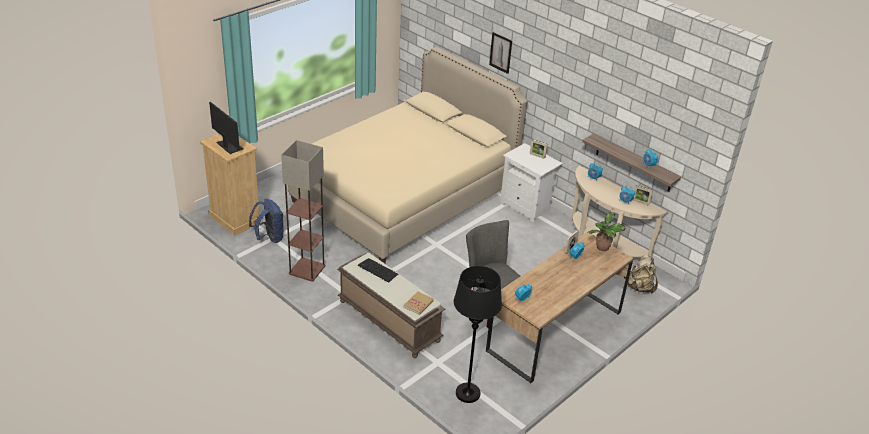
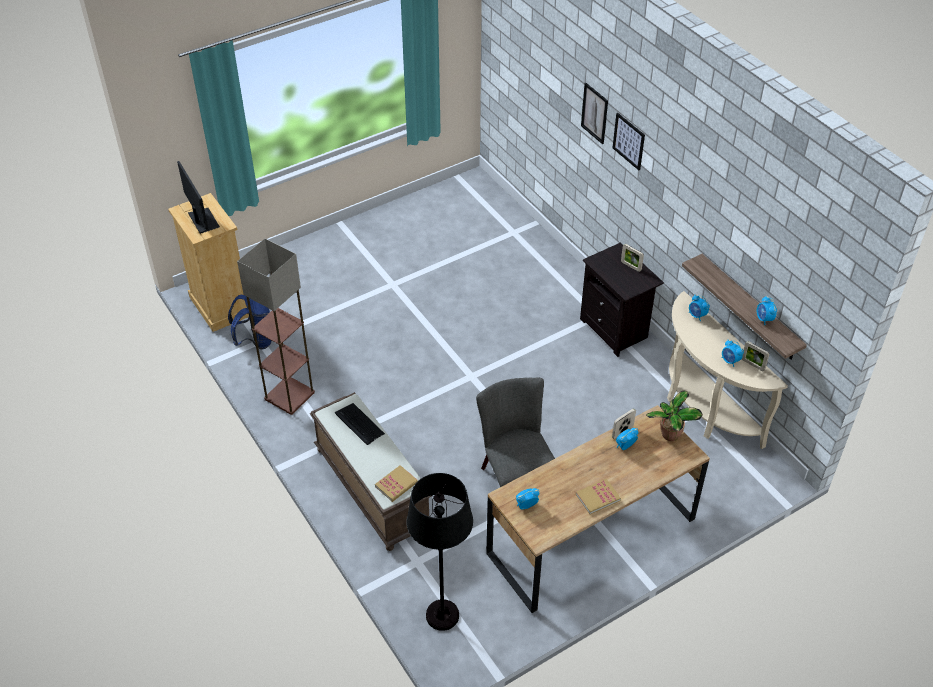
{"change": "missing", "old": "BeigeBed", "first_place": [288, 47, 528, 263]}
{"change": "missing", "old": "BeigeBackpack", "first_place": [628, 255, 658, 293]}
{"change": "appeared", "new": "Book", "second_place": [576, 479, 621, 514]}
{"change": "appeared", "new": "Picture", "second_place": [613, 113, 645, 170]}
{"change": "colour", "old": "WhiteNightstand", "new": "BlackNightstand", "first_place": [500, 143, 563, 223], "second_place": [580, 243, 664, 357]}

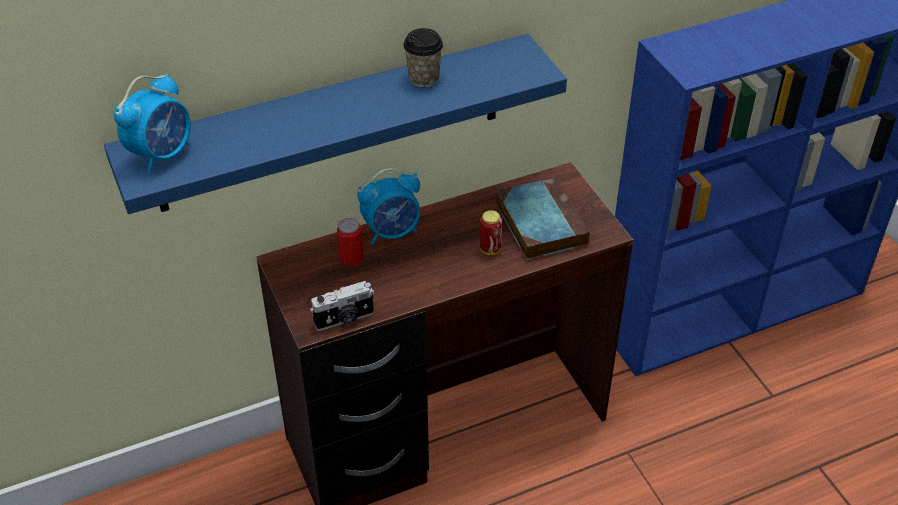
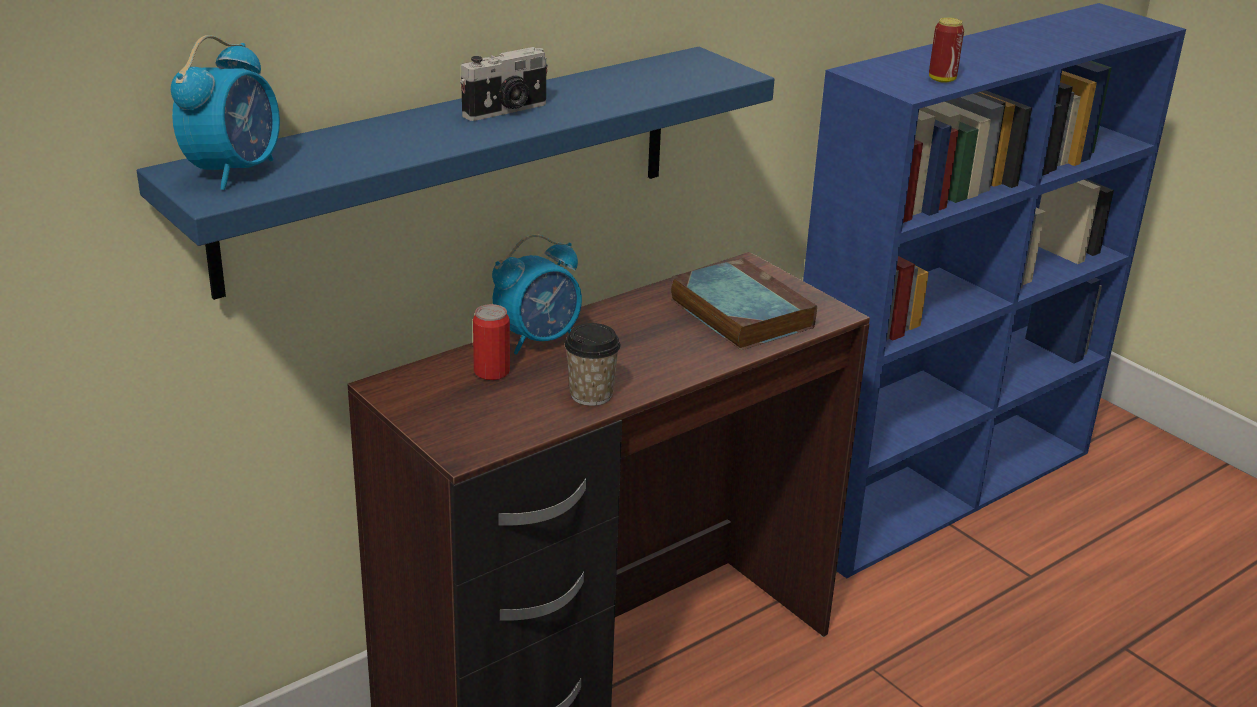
{"change": "relocated", "old": "PhotoCamera", "first_place": [310, 281, 375, 331], "second_place": [460, 47, 548, 121]}
{"change": "relocated", "old": "Cup", "first_place": [403, 28, 443, 87], "second_place": [565, 323, 621, 406]}
{"change": "relocated", "old": "Can", "first_place": [480, 210, 502, 255], "second_place": [929, 18, 964, 83]}

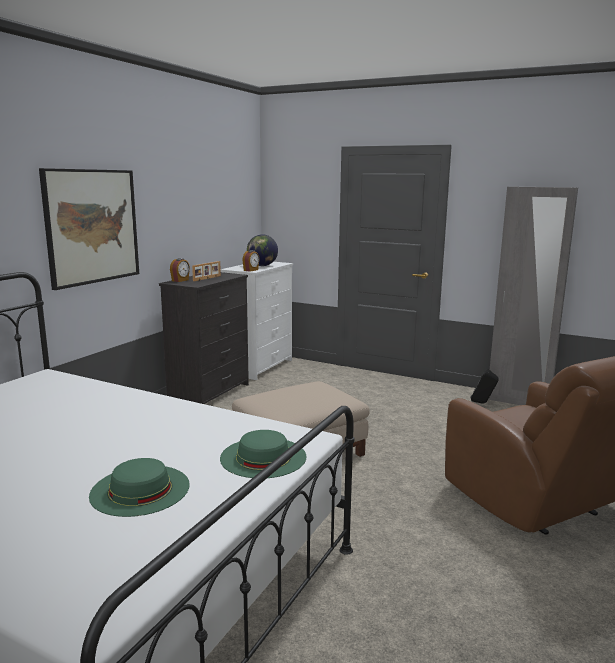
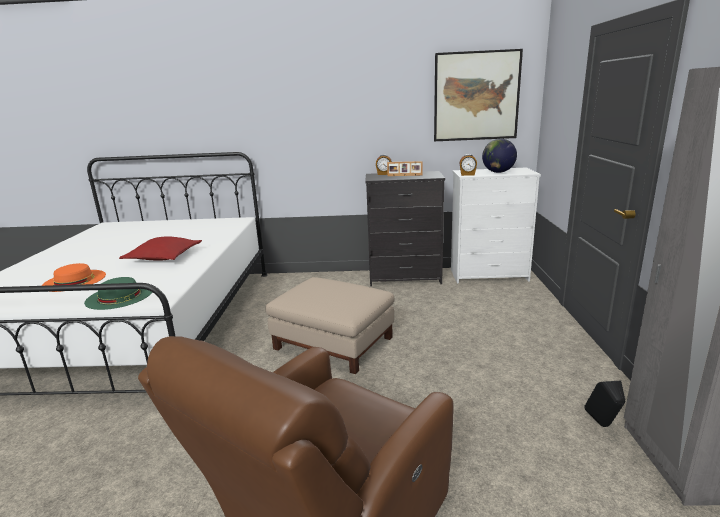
{"change": "appeared", "new": "RedPillow", "second_place": [119, 236, 202, 260]}
{"change": "relocated", "old": "Picture", "first_place": [39, 168, 139, 290], "second_place": [434, 49, 523, 141]}
{"change": "colour", "old": "GreenHat", "new": "OrangeHat", "first_place": [89, 458, 190, 517], "second_place": [42, 263, 106, 292]}

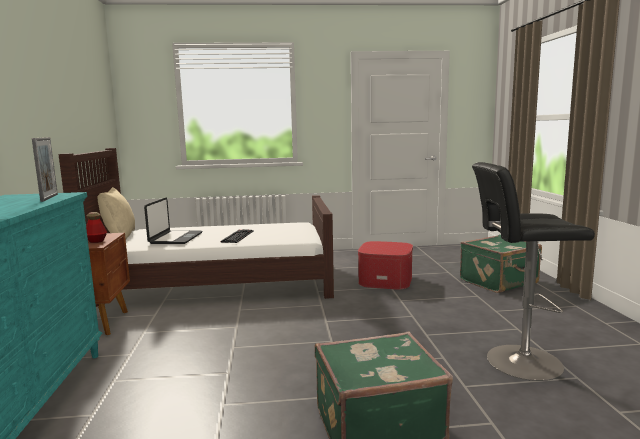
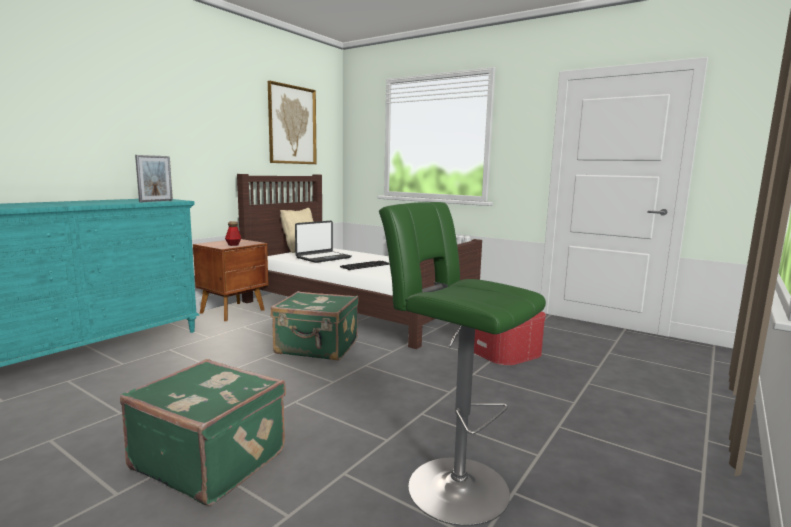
{"change": "appeared", "new": "Picture", "second_place": [268, 81, 317, 164]}
{"change": "relocated", "old": "GreenSuitcase", "first_place": [460, 235, 542, 293], "second_place": [271, 291, 359, 361]}
{"change": "colour", "old": "BlackStool", "new": "GreenStool", "first_place": [472, 162, 595, 381], "second_place": [379, 202, 546, 526]}

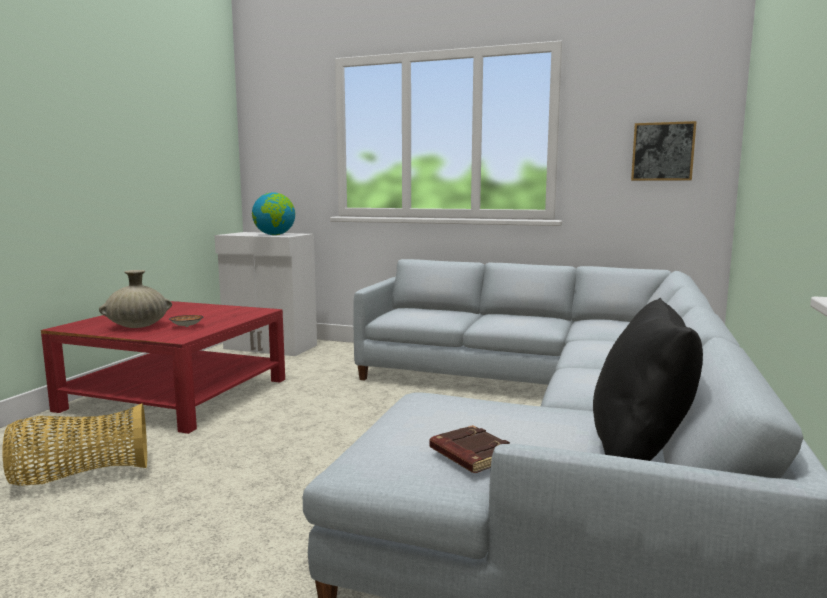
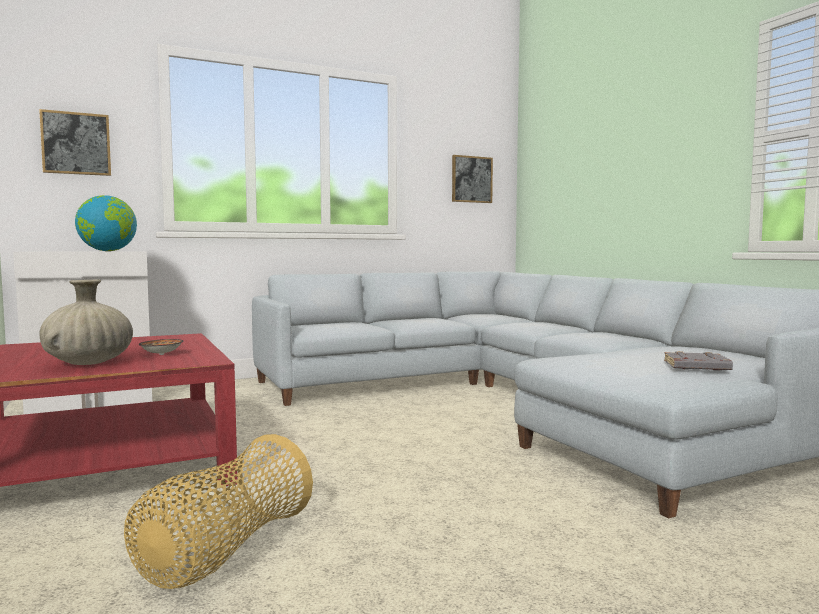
{"change": "missing", "old": "BlackPillow", "first_place": [593, 298, 703, 461]}
{"change": "appeared", "new": "Picture", "second_place": [39, 109, 111, 176]}
{"change": "colour", "old": "BrownBook", "new": "GreyBook", "first_place": [429, 425, 510, 473], "second_place": [664, 351, 733, 371]}

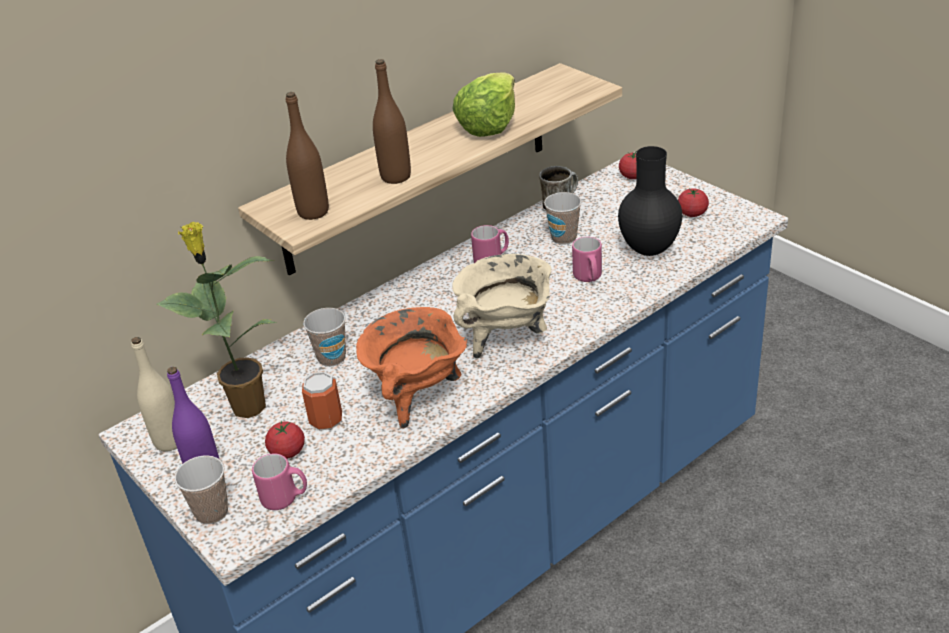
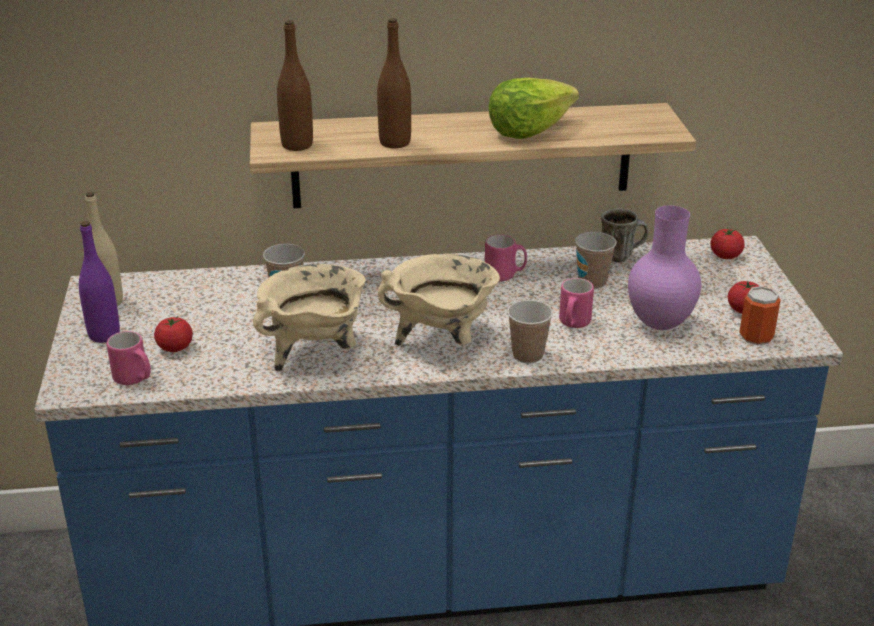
{"change": "missing", "old": "PottedPlant", "first_place": [156, 222, 277, 418]}
{"change": "relocated", "old": "Cup", "first_place": [174, 455, 228, 524], "second_place": [507, 300, 553, 364]}
{"change": "relocated", "old": "Can", "first_place": [302, 371, 342, 430], "second_place": [739, 286, 781, 345]}
{"change": "colour", "old": "OrangeCookingPot", "new": "BeigeCookingPot", "first_place": [356, 307, 467, 428], "second_place": [253, 264, 366, 371]}
{"change": "colour", "old": "BlackVase", "new": "PurpleVase", "first_place": [618, 146, 682, 256], "second_place": [628, 205, 701, 330]}

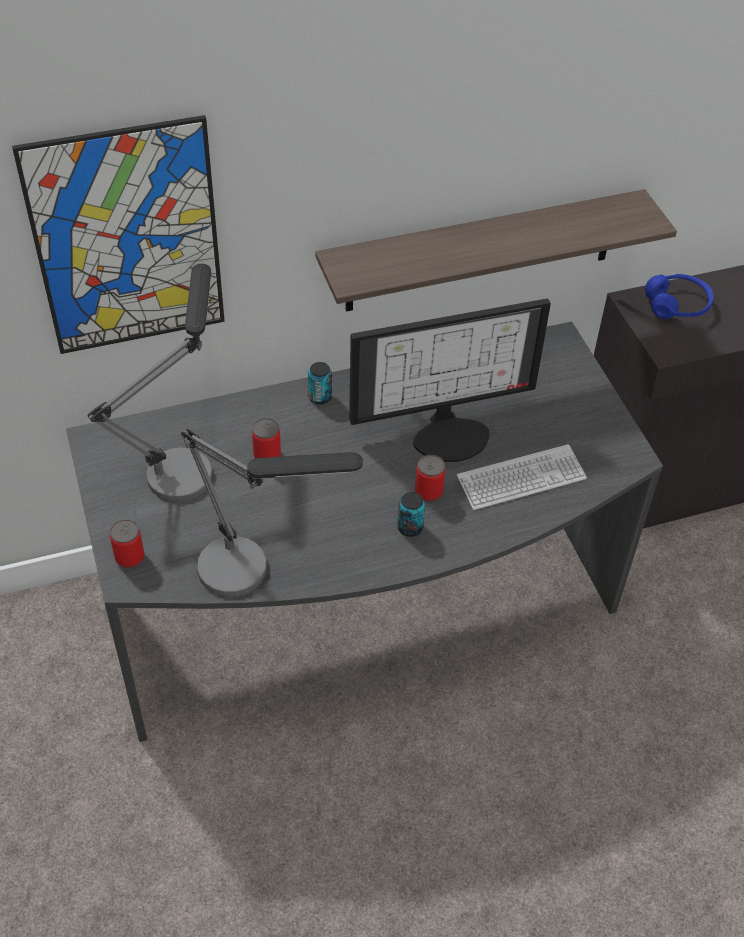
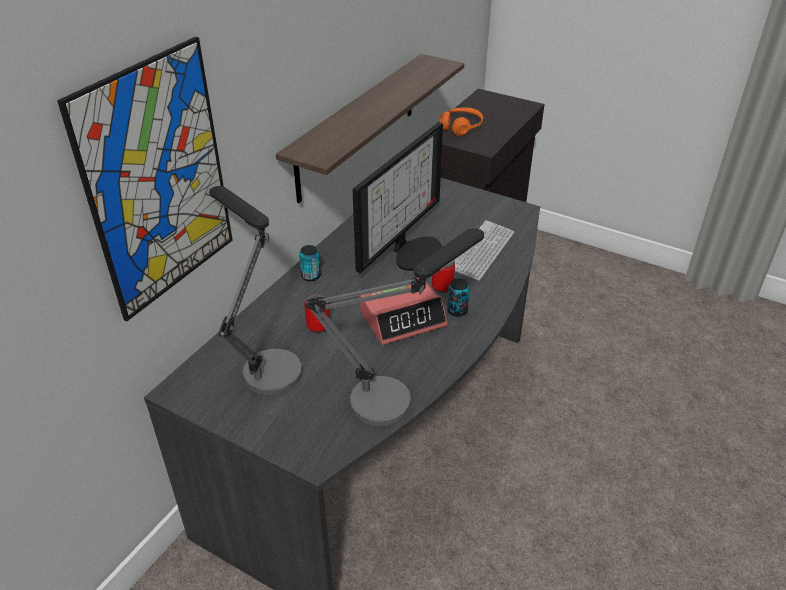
{"change": "missing", "old": "Can", "first_place": [110, 519, 144, 568]}
{"change": "appeared", "new": "AlarmClock", "second_place": [360, 278, 447, 345]}
{"change": "colour", "old": "BlueHeadphones", "new": "OrangeHeadphones", "first_place": [645, 274, 714, 319], "second_place": [439, 107, 483, 136]}

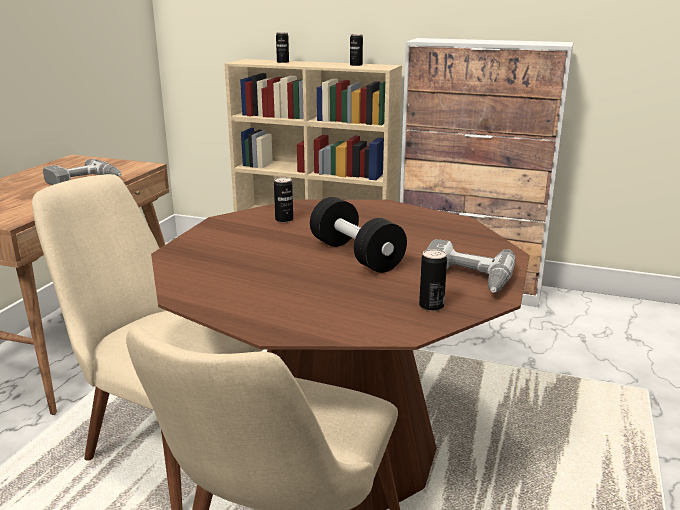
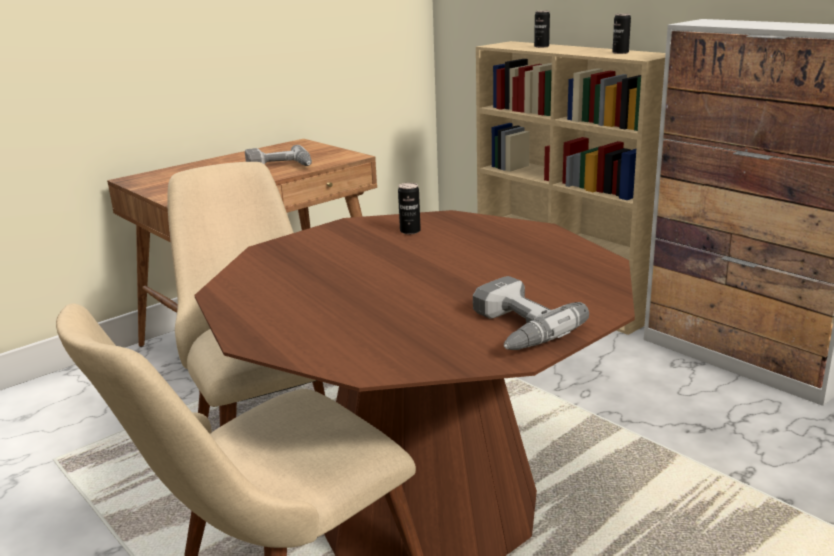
{"change": "missing", "old": "BlackDumbbell", "first_place": [310, 197, 407, 273]}
{"change": "missing", "old": "Can", "first_place": [419, 249, 447, 311]}

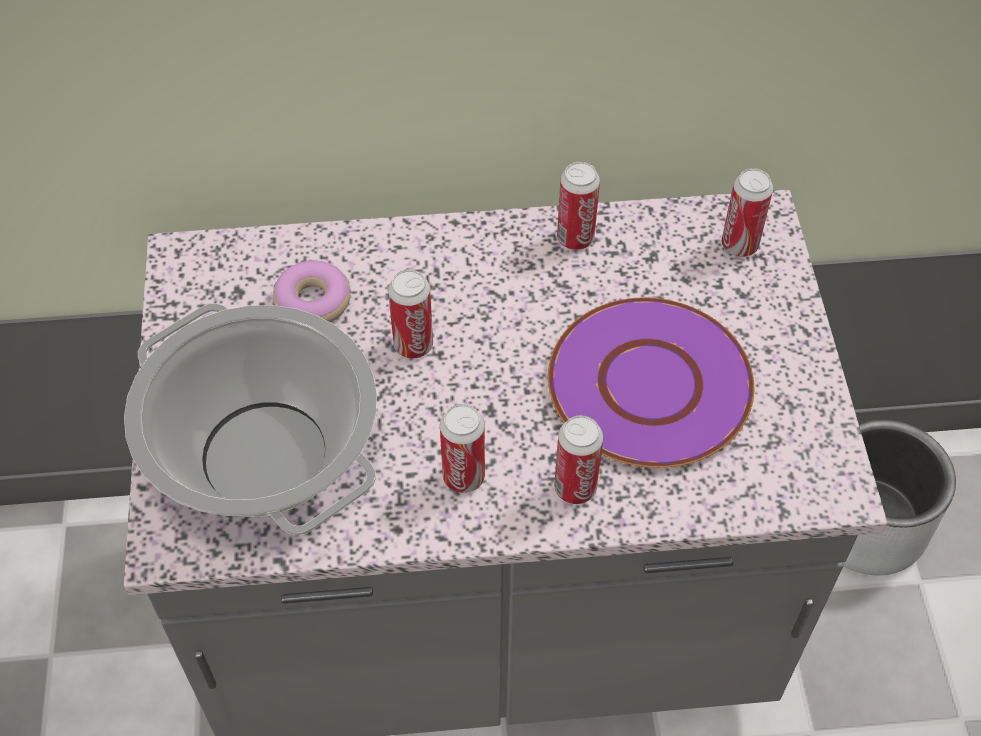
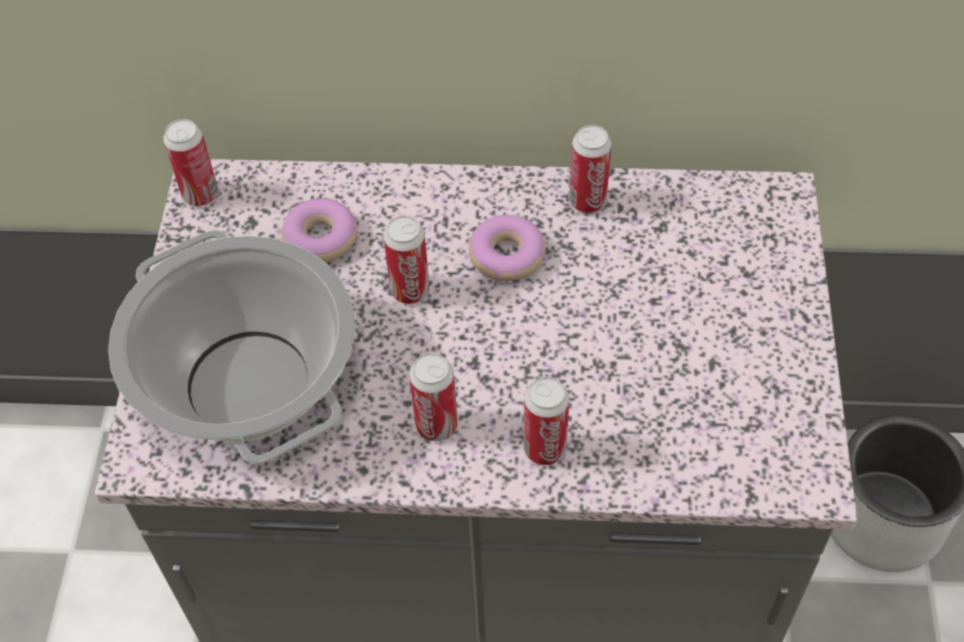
{"change": "missing", "old": "PurplePlate", "first_place": [548, 297, 754, 468]}
{"change": "appeared", "new": "Donut", "second_place": [469, 215, 545, 281]}
{"change": "relocated", "old": "Can", "first_place": [722, 168, 773, 257], "second_place": [163, 119, 218, 206]}

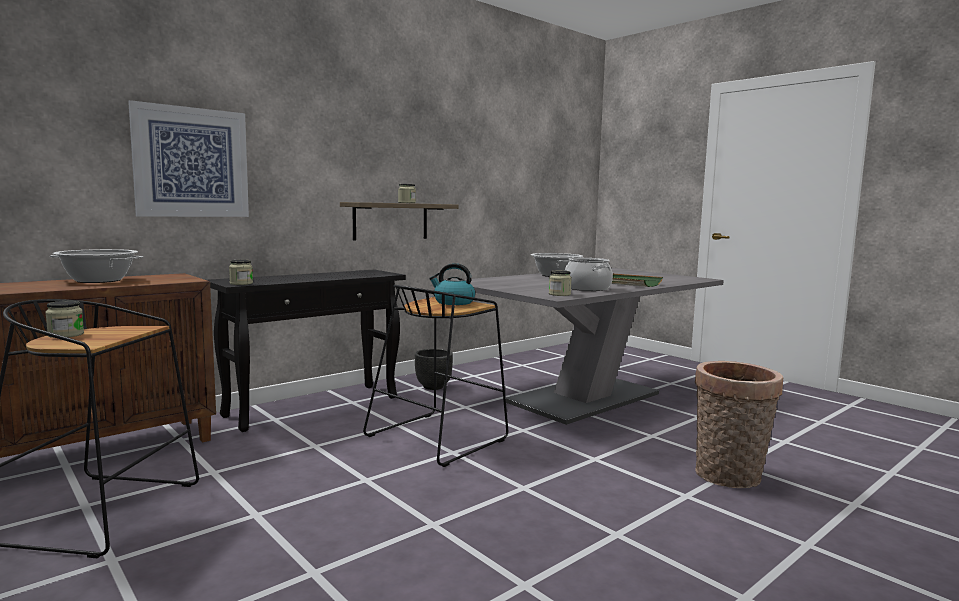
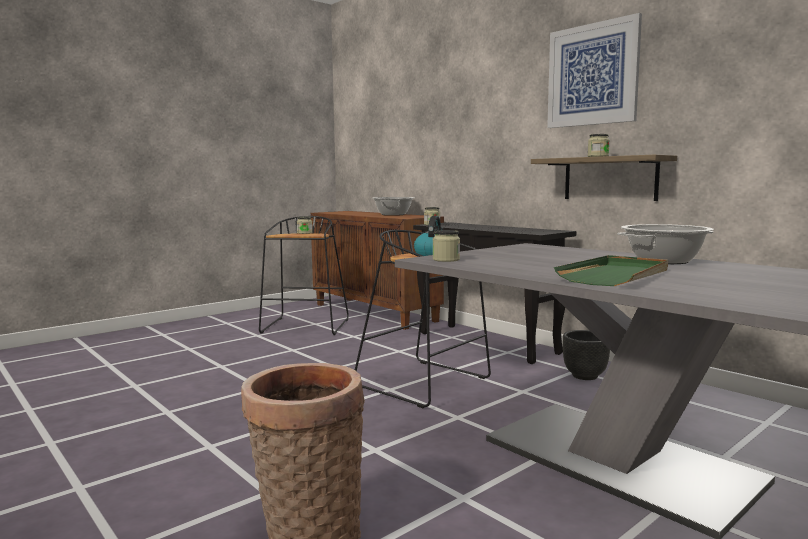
{"change": "missing", "old": "CookingPot", "first_place": [565, 258, 613, 291]}
{"change": "relocated", "old": "Picture", "first_place": [128, 100, 249, 217], "second_place": [547, 13, 642, 128]}

